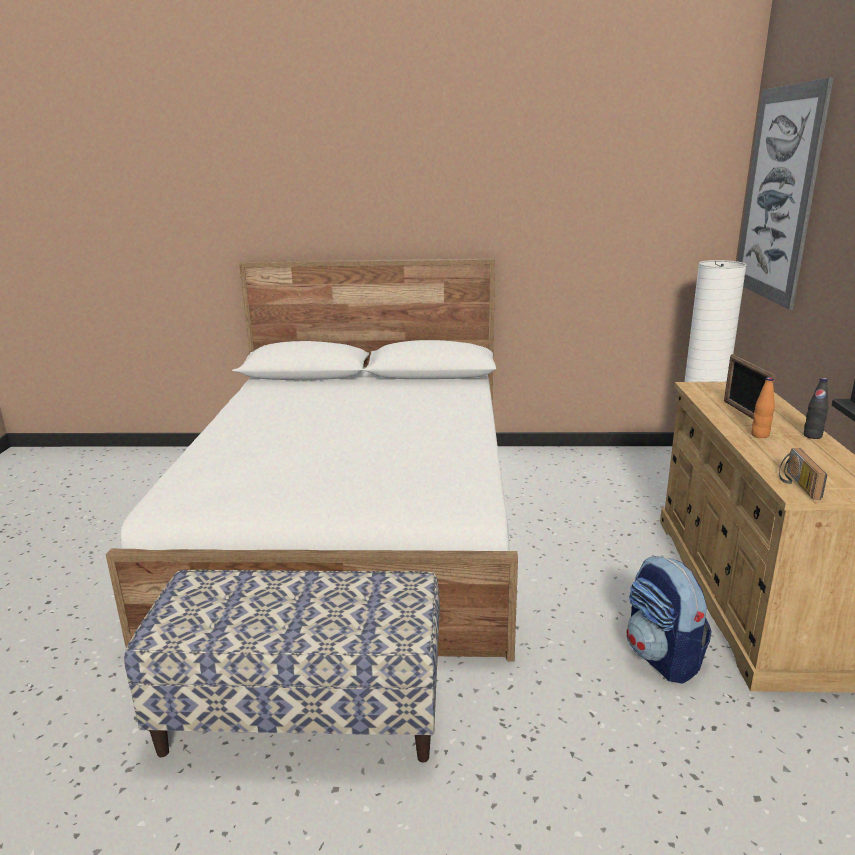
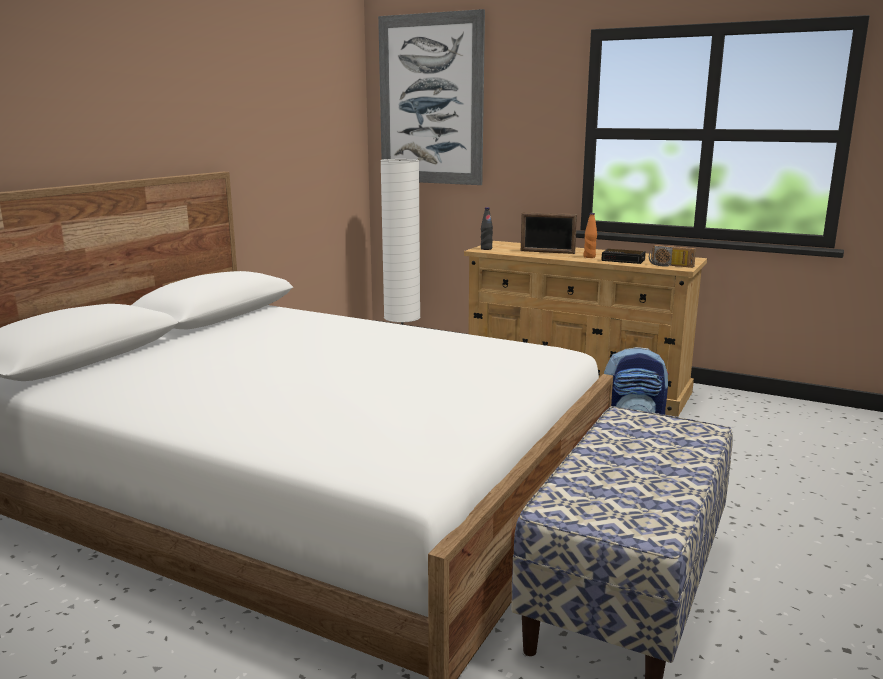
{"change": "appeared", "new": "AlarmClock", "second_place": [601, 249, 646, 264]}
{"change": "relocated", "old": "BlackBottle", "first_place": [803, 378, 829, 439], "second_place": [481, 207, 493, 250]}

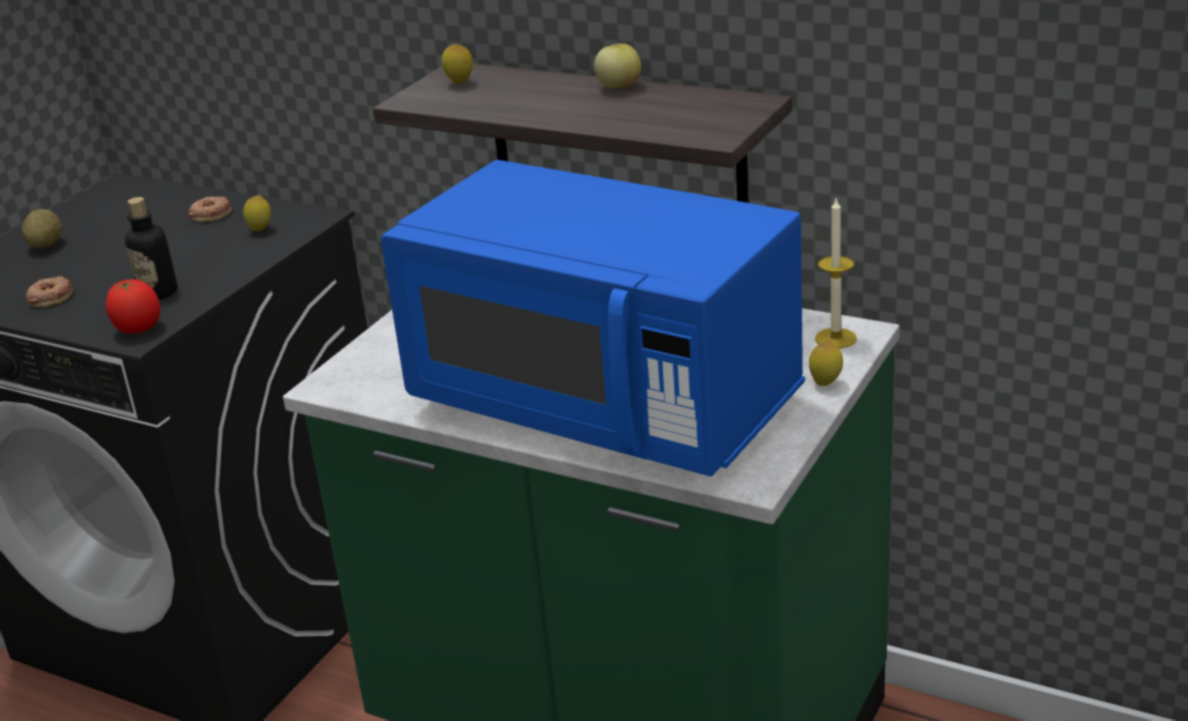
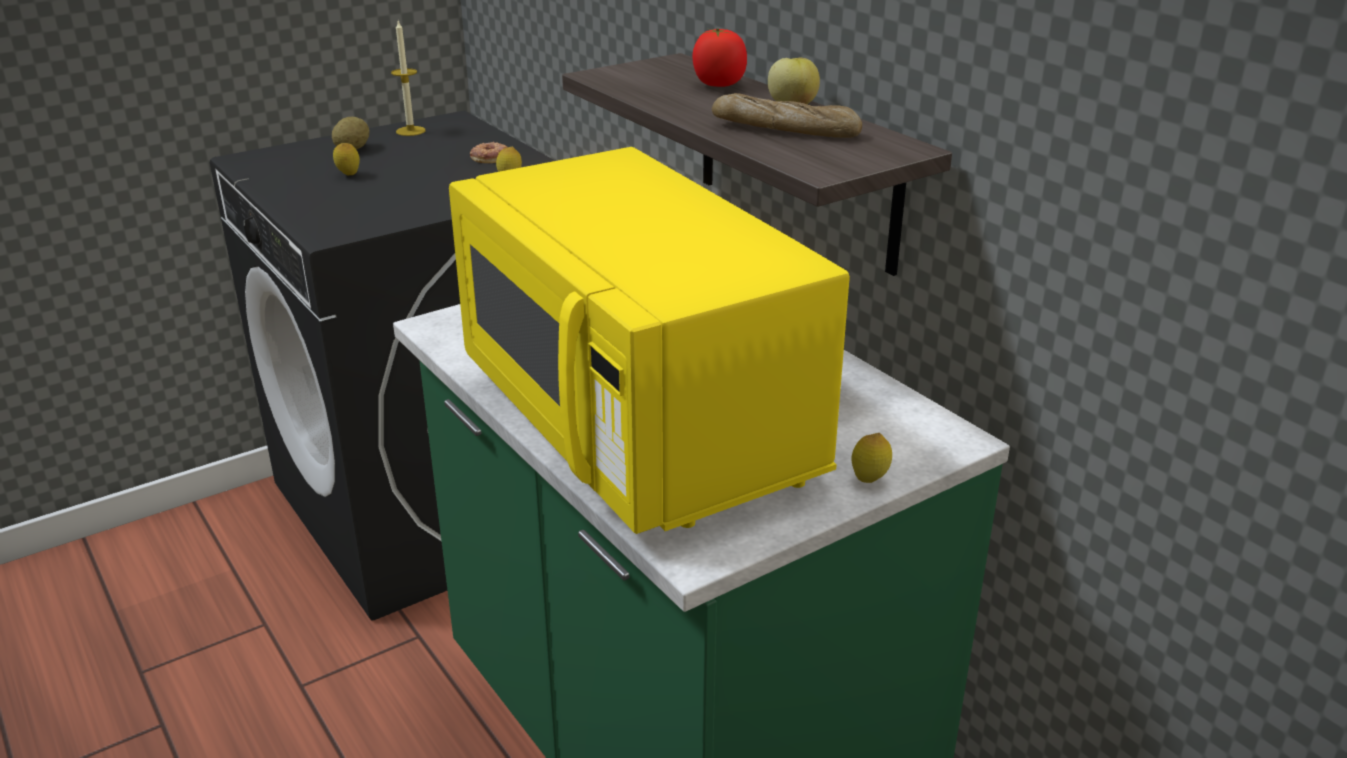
{"change": "missing", "old": "Donut", "first_place": [26, 276, 73, 307]}
{"change": "missing", "old": "Bottle", "first_place": [125, 197, 177, 299]}
{"change": "appeared", "new": "Bread", "second_place": [712, 93, 862, 138]}
{"change": "relocated", "old": "Tomato", "first_place": [105, 279, 160, 334], "second_place": [692, 28, 747, 87]}
{"change": "relocated", "old": "Lemon", "first_place": [441, 44, 473, 84], "second_place": [333, 143, 360, 175]}
{"change": "relocated", "old": "Candle", "first_place": [815, 199, 857, 349], "second_place": [391, 21, 426, 136]}
{"change": "colour", "old": "BlueMicrowave", "new": "YellowMicrowave", "first_place": [381, 160, 805, 477], "second_place": [449, 147, 850, 534]}

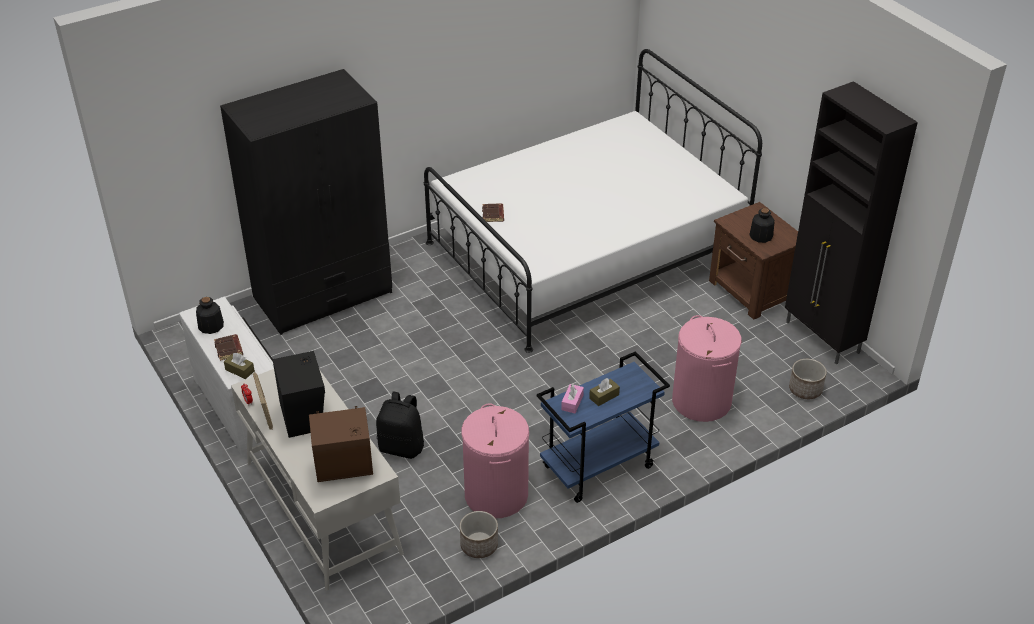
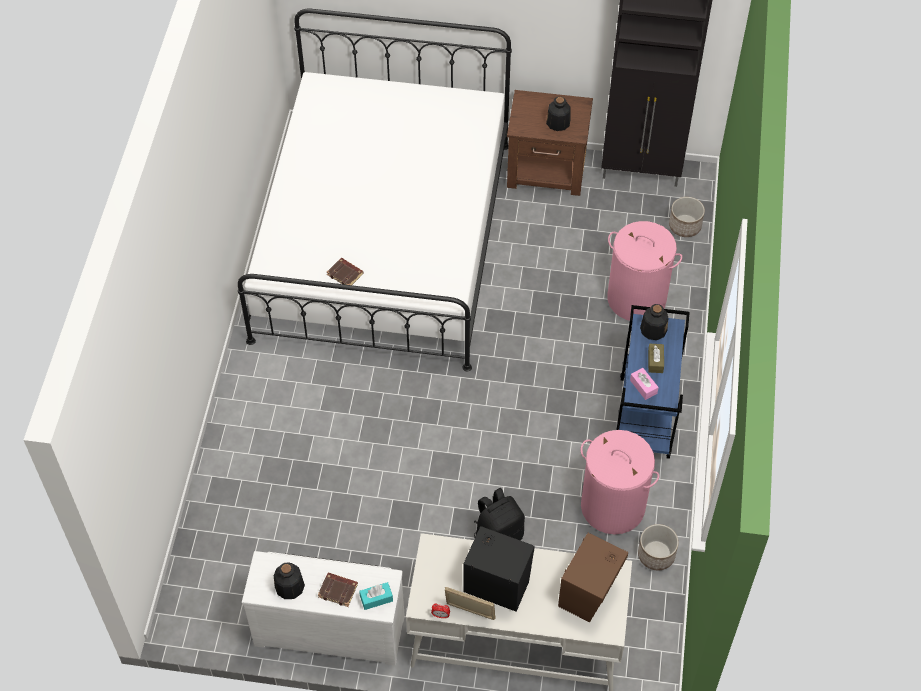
{"change": "missing", "old": "BlackWardrobe", "first_place": [220, 69, 392, 335]}
{"change": "appeared", "new": "Bottle", "second_place": [640, 304, 669, 340]}
{"change": "colour", "old": "BrownTissueBox", "new": "TurquoiseTissueBox", "first_place": [224, 353, 255, 379], "second_place": [359, 582, 393, 610]}

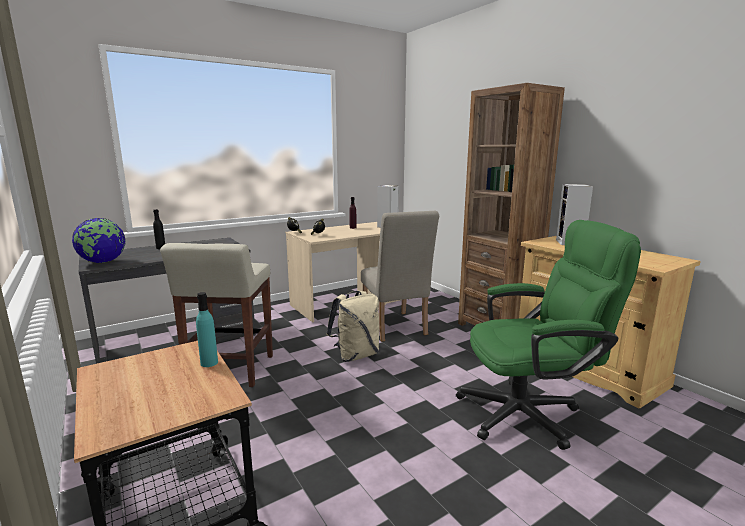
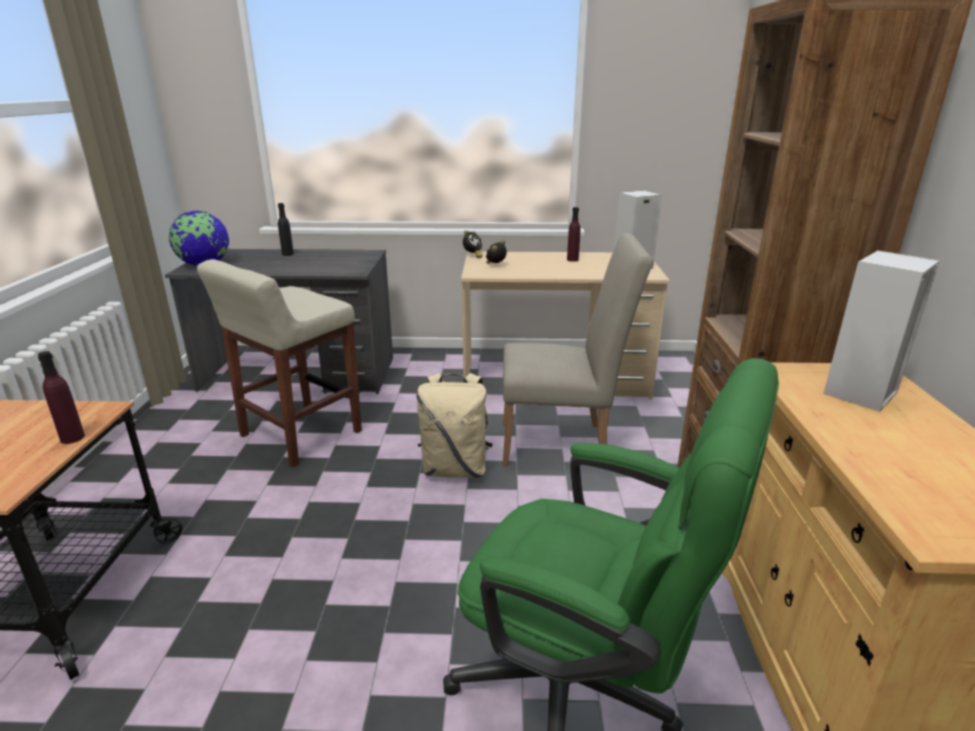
{"change": "colour", "old": "TurquoiseBottle", "new": "PurpleBottle", "first_place": [196, 292, 218, 367], "second_place": [38, 351, 85, 444]}
{"change": "spun", "old": "BeigeChair", "first_place": [361, 211, 439, 342], "second_place": [503, 233, 654, 466], "degrees": -105}

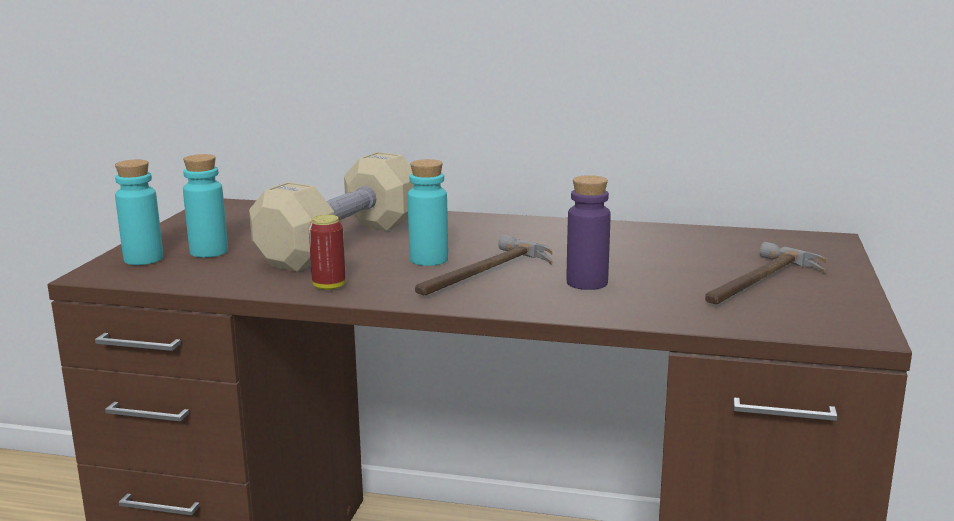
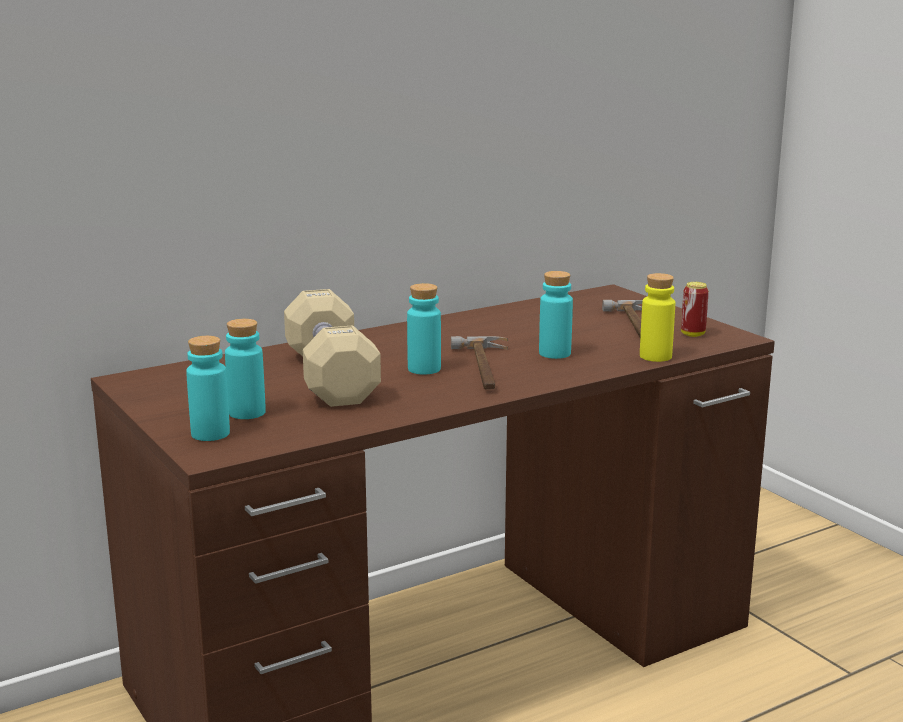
{"change": "appeared", "new": "YellowBottle", "second_place": [640, 273, 675, 362]}
{"change": "relocated", "old": "Can", "first_place": [308, 215, 345, 290], "second_place": [681, 282, 709, 337]}
{"change": "colour", "old": "PurpleBottle", "new": "TurquoiseBottle", "first_place": [567, 175, 611, 290], "second_place": [539, 271, 573, 359]}

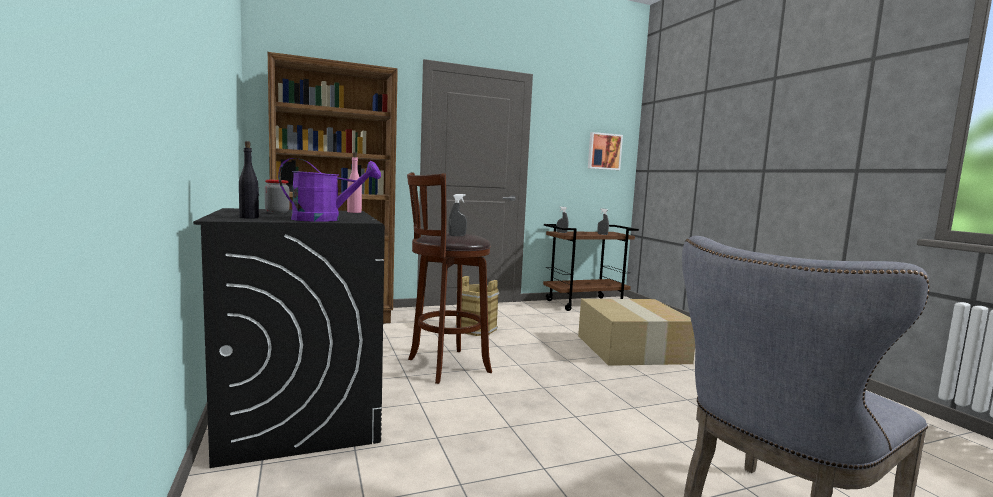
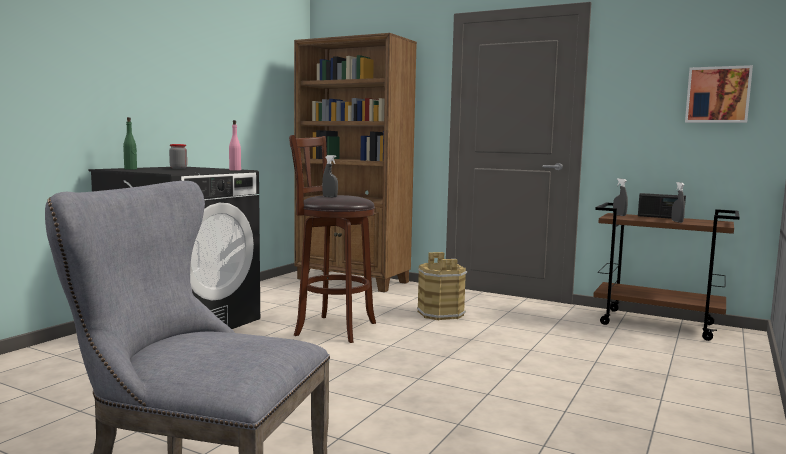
{"change": "missing", "old": "PurpleWateringCan", "first_place": [278, 158, 381, 222]}
{"change": "missing", "old": "CardboardBox", "first_place": [578, 299, 695, 366]}
{"change": "appeared", "new": "Radio", "second_place": [638, 193, 686, 219]}
{"change": "colour", "old": "BlackBottle", "new": "GreenBottle", "first_place": [239, 141, 259, 219], "second_place": [123, 117, 137, 170]}

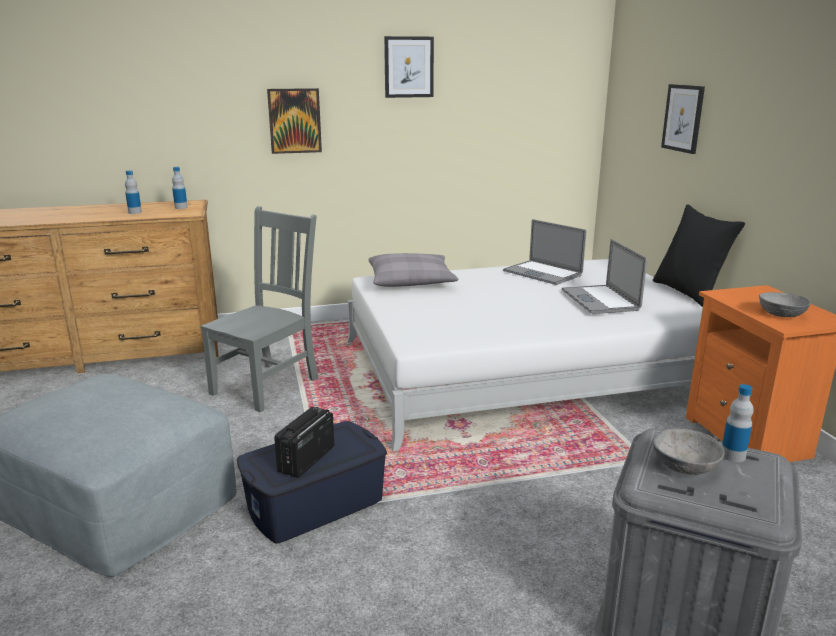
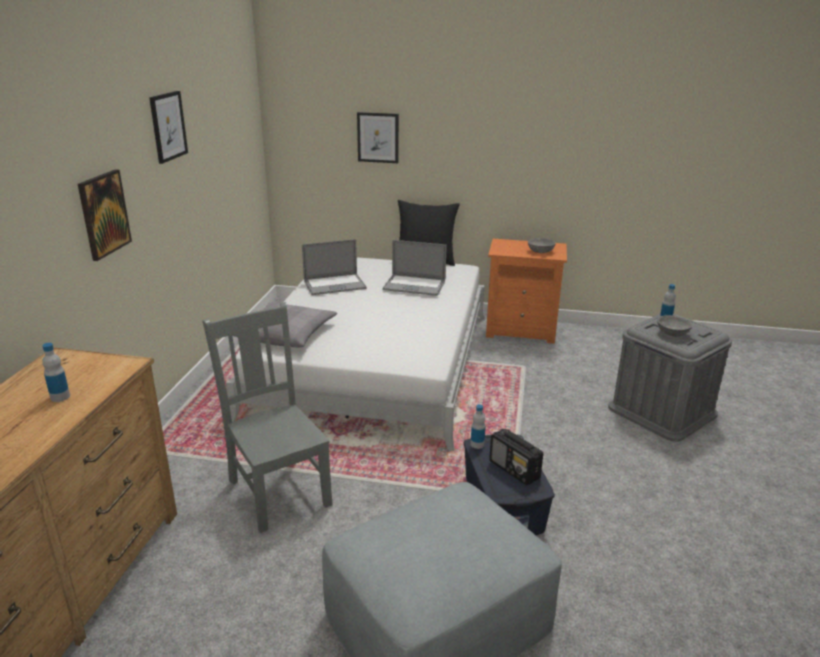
{"change": "relocated", "old": "Bottle", "first_place": [172, 167, 188, 209], "second_place": [471, 404, 485, 449]}

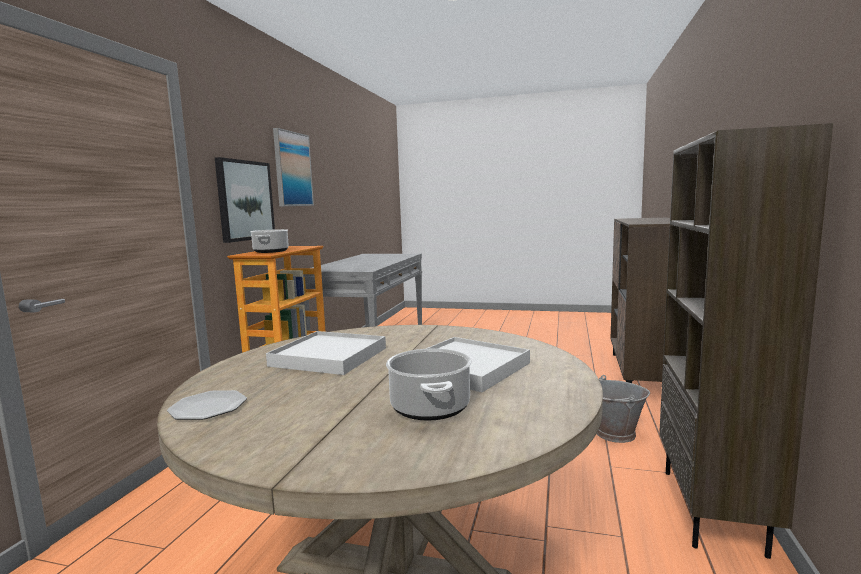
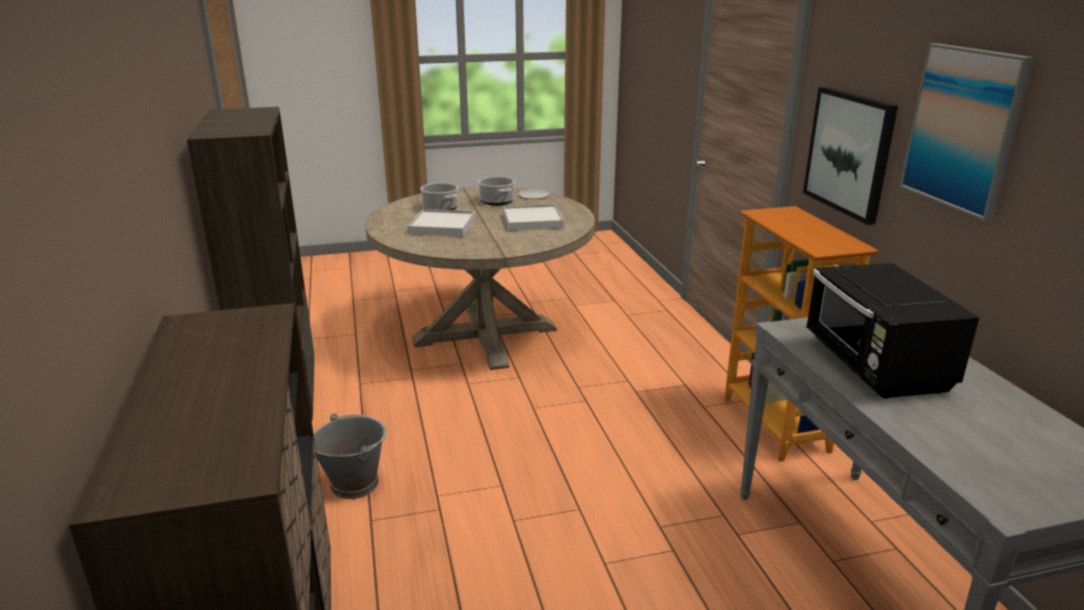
{"change": "appeared", "new": "BlackMicrowave", "second_place": [806, 263, 979, 398]}
{"change": "relocated", "old": "CookingPot", "first_place": [250, 229, 289, 253], "second_place": [478, 176, 515, 206]}

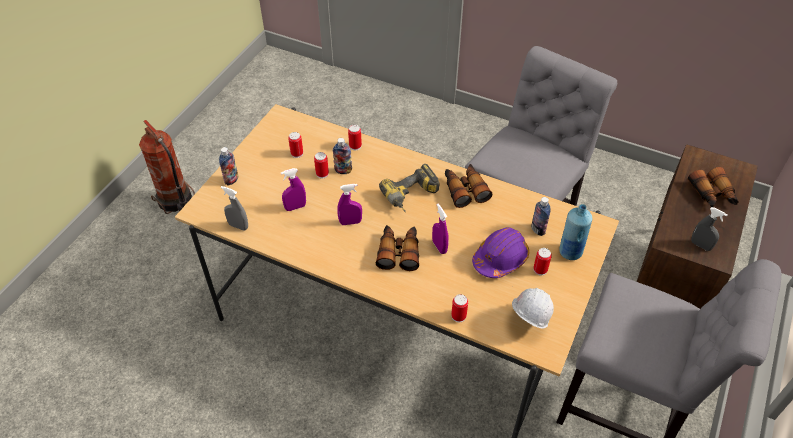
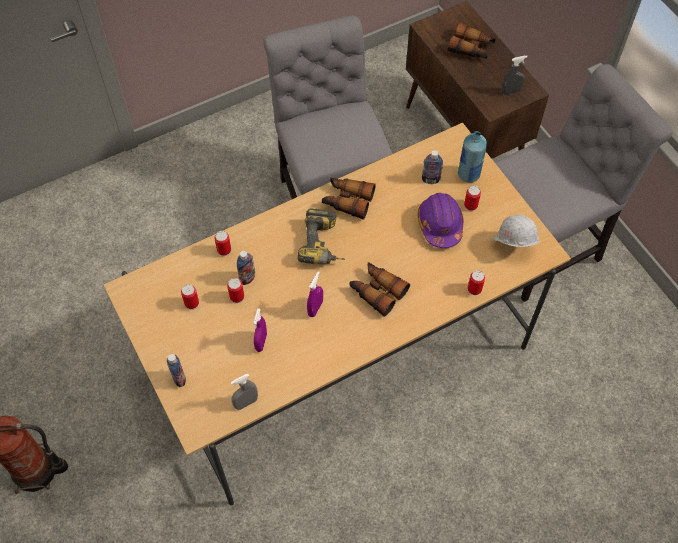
{"change": "missing", "old": "PurpleSprayBottle", "first_place": [432, 203, 449, 254]}

